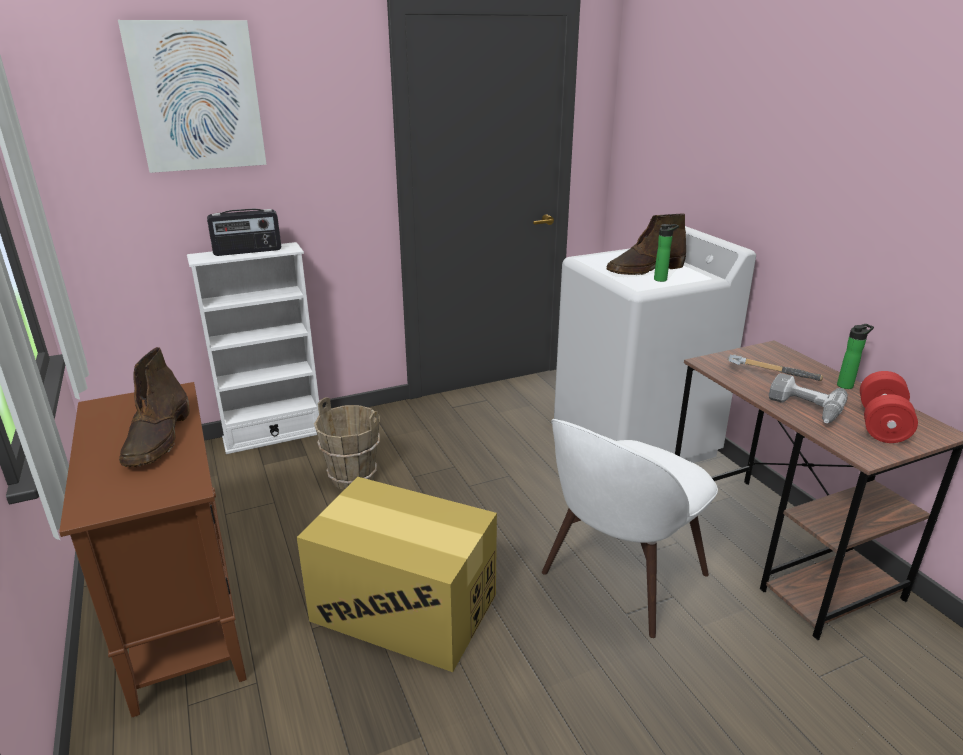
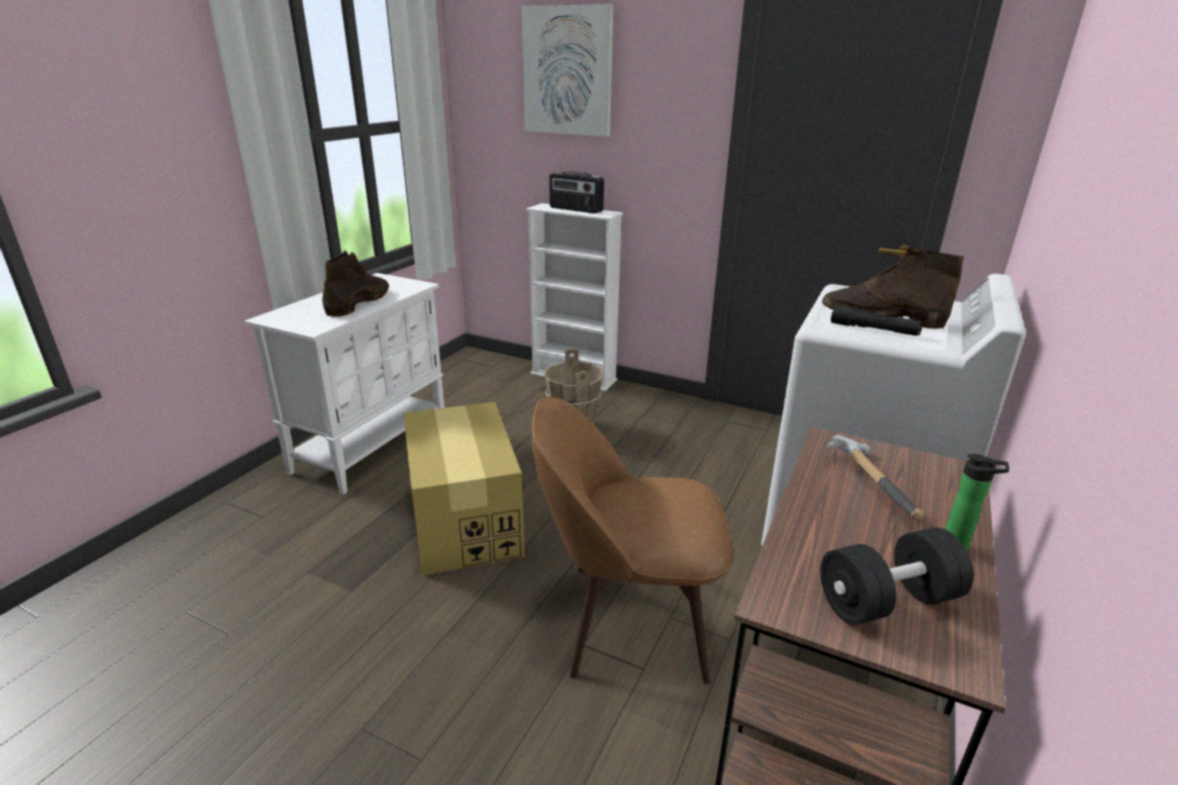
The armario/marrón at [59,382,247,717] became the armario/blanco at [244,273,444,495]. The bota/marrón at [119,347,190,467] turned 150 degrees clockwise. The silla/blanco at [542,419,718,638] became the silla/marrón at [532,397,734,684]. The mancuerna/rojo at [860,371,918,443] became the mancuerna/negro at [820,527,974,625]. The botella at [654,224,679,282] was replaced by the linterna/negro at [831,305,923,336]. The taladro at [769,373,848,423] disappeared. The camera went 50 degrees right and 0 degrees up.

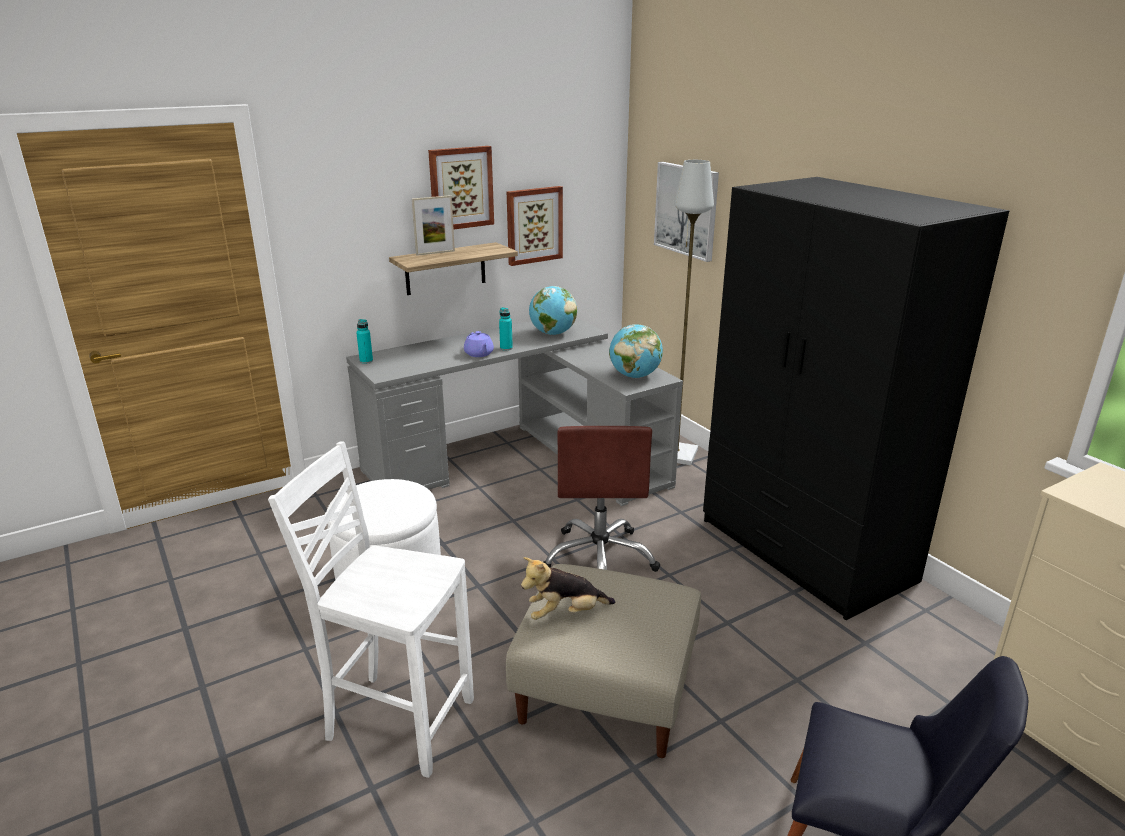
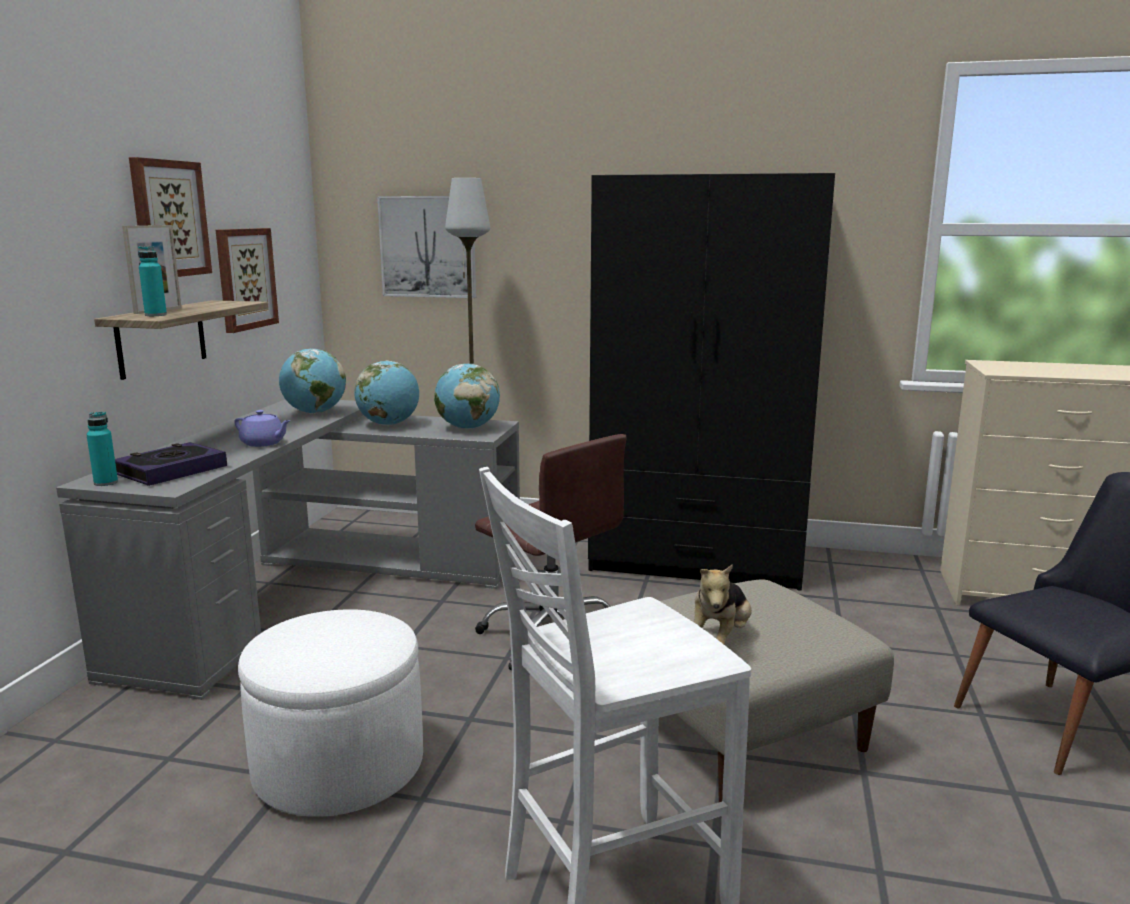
The libro at [115,442,227,486] appeared. The botella/turquesa moved from [499,307,513,351] to [138,246,167,316]. The globo terráqueo at [354,360,419,426] appeared. The camera went 45 degrees left and 10 degrees down.

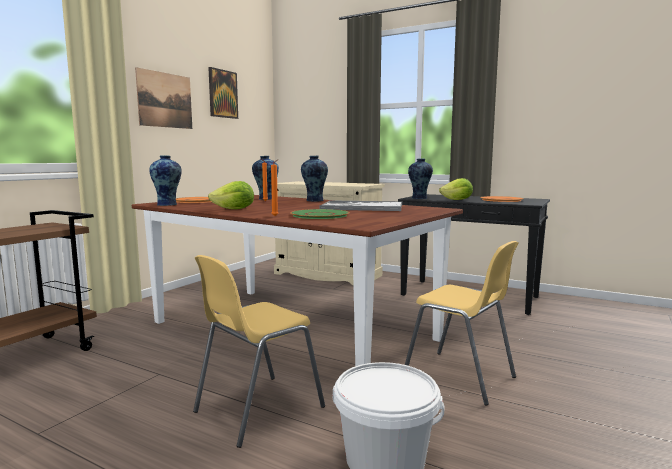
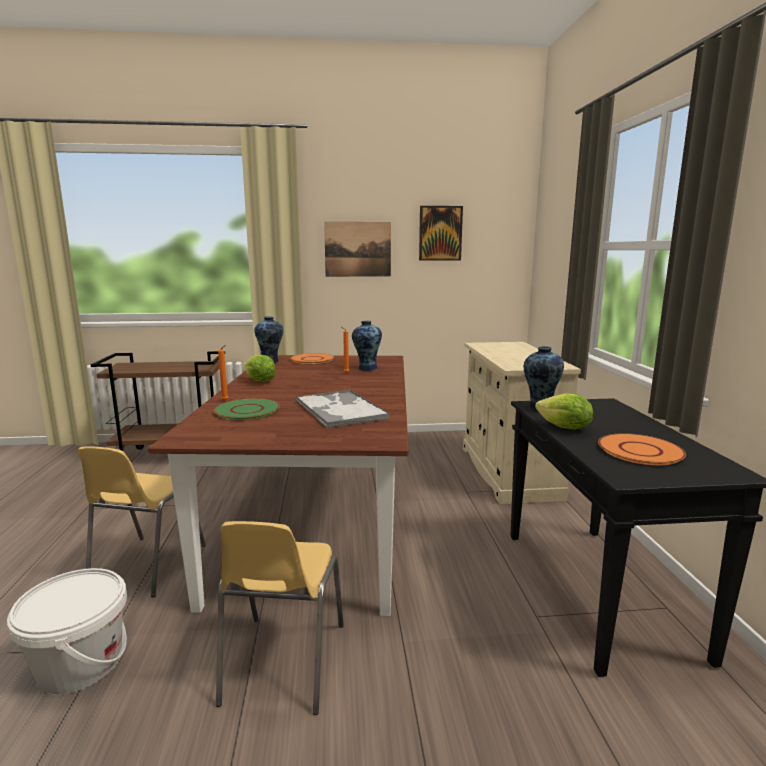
The silla/amarillo at [193,255,325,448] turned 90 degrees counterclockwise. The florero at [301,156,328,201] disappeared. The camera went 55 degrees right and 5 degrees up.

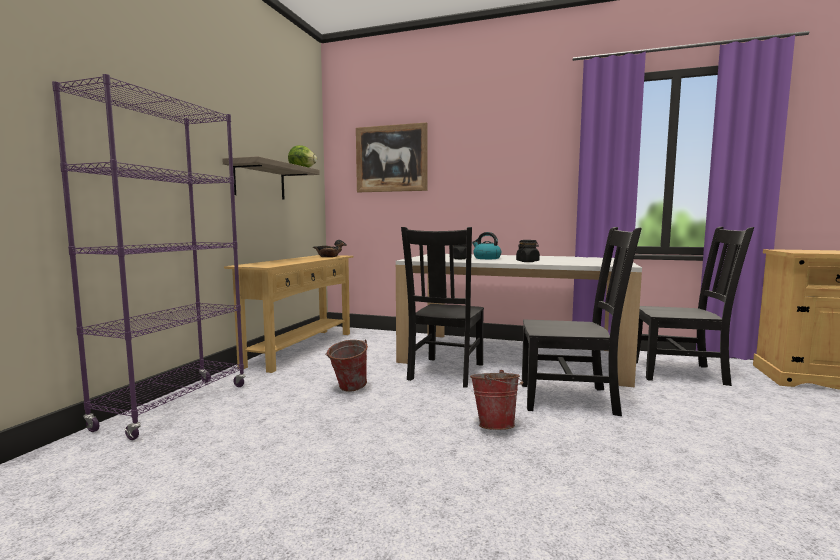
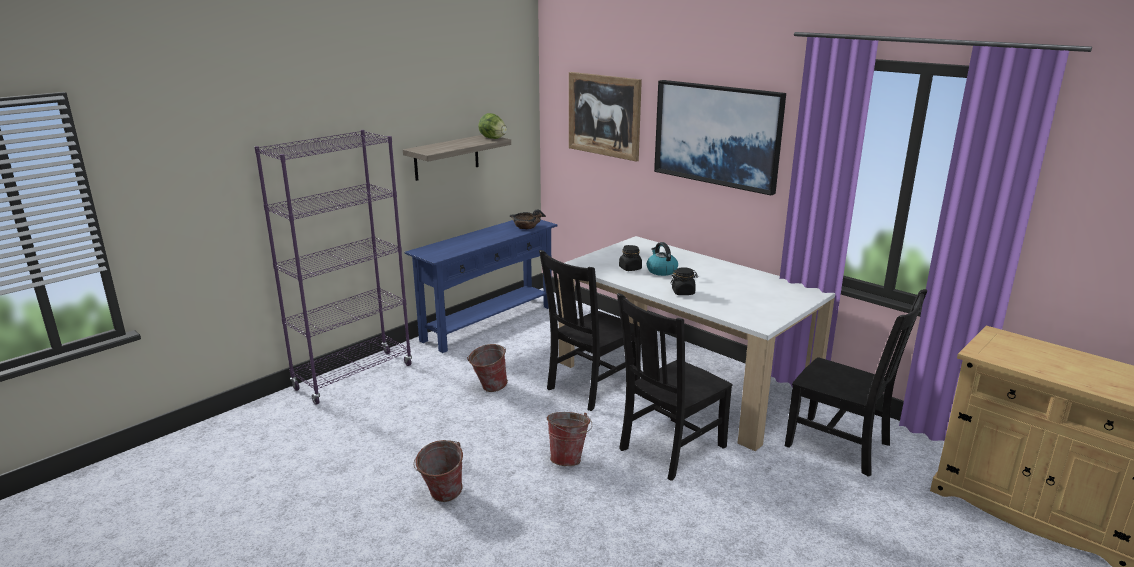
The mesa consola/beis at [224,255,354,373] became the mesa consola/azul at [404,220,558,353]. The cubo at [413,440,463,502] appeared. The silla/negro at [522,227,642,416] turned 105 degrees clockwise. The cuadro at [654,80,786,195] appeared. The camera went 25 degrees right and 15 degrees up.

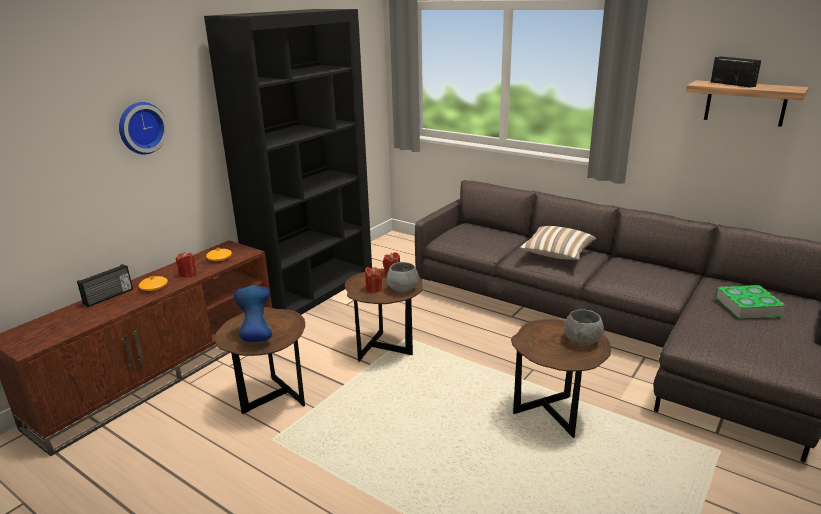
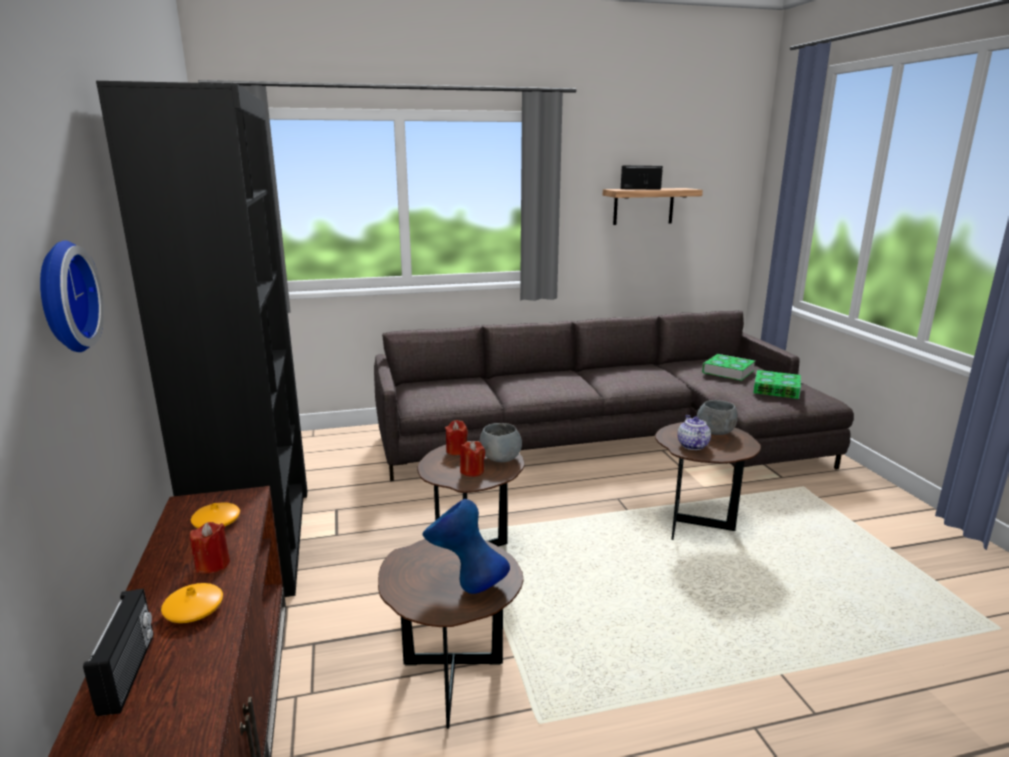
The tetera at [678,415,711,450] appeared. The libro at [753,370,801,399] appeared. The cojín at [520,226,596,260] disappeared. The camera went 50 degrees left and 5 degrees down.

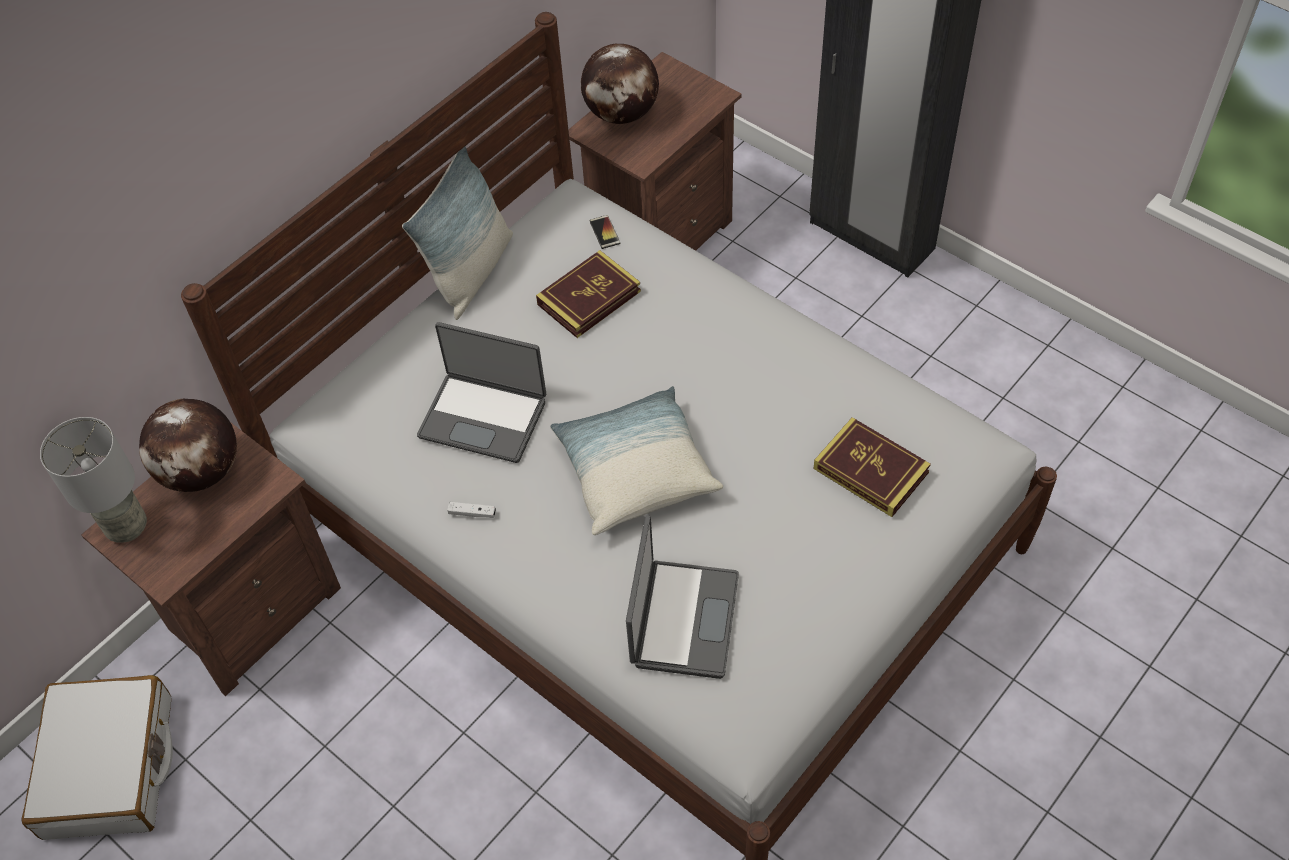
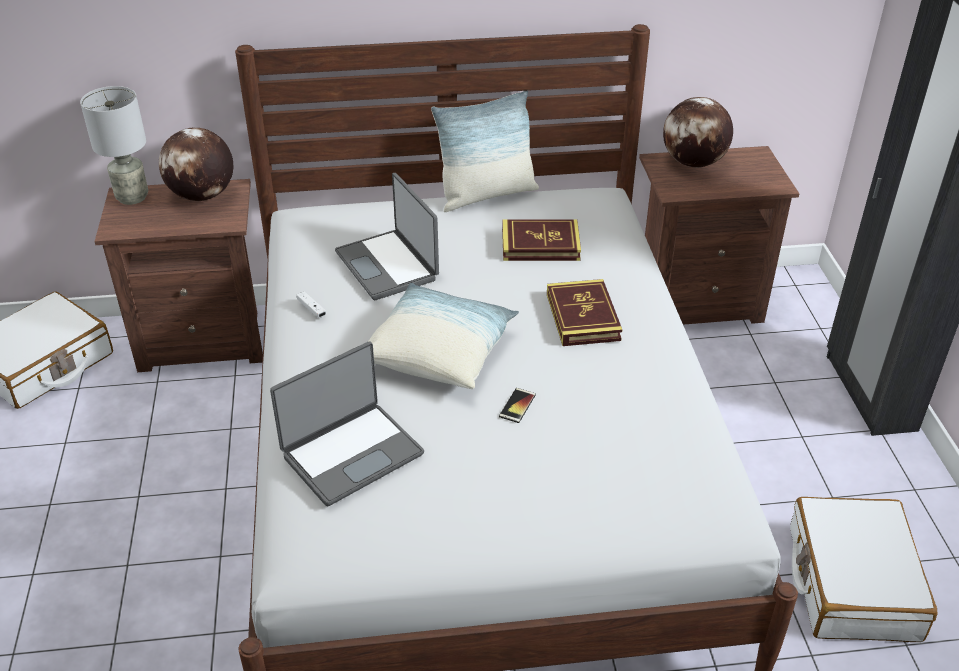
The móvil moved from [589,215,620,249] to [499,388,536,423]. The libro moved from [813,417,931,517] to [547,279,622,346]. The maleta/blanco at [790,497,937,642] appeared. The camera went 40 degrees right and 15 degrees down.

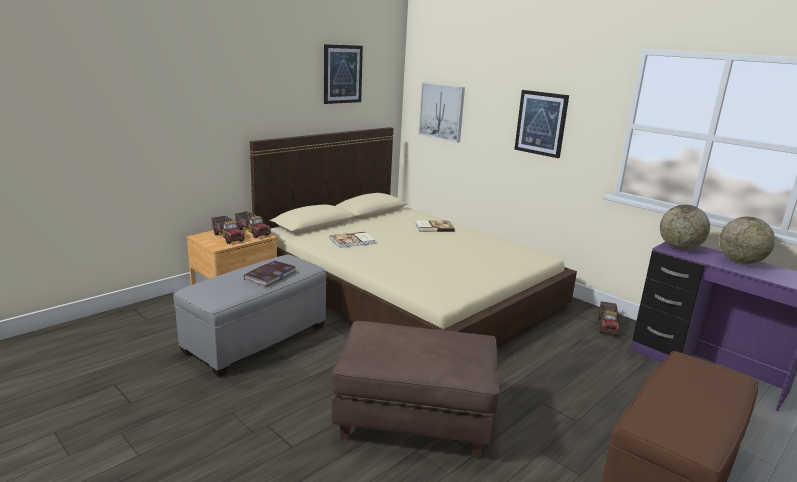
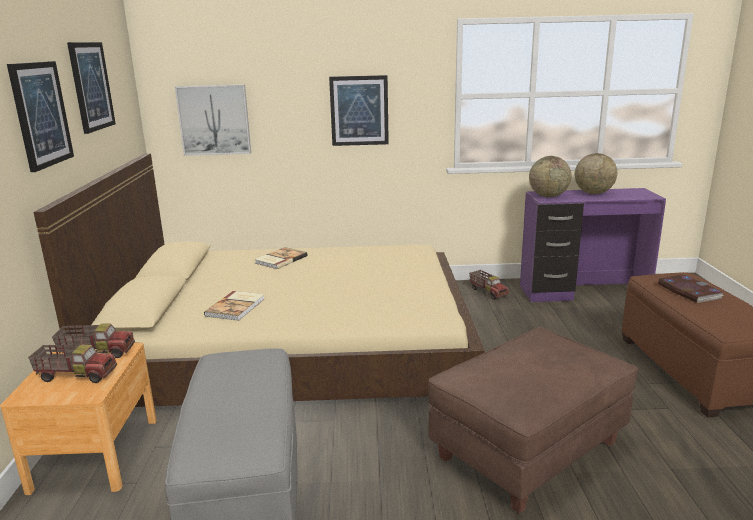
The cuadro at [7,61,74,172] appeared. The libro moved from [244,261,296,287] to [658,274,724,303]. The camera went 45 degrees left and 0 degrees up.

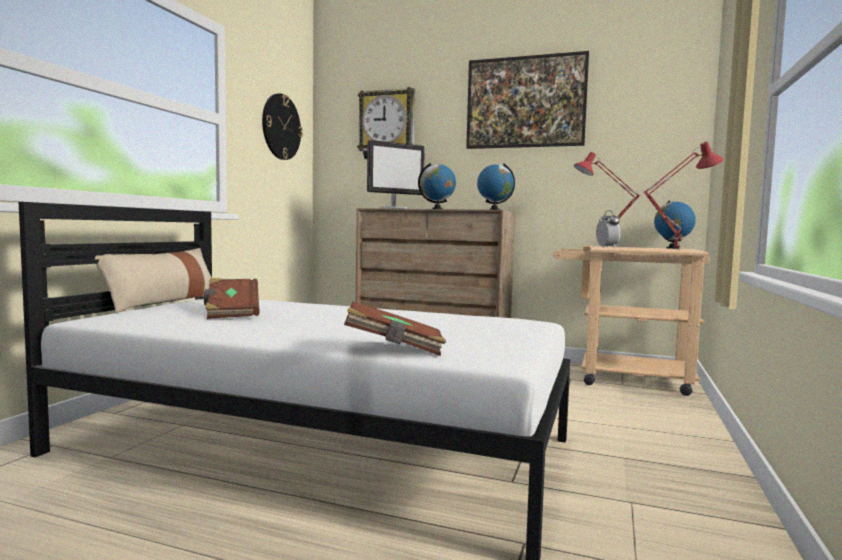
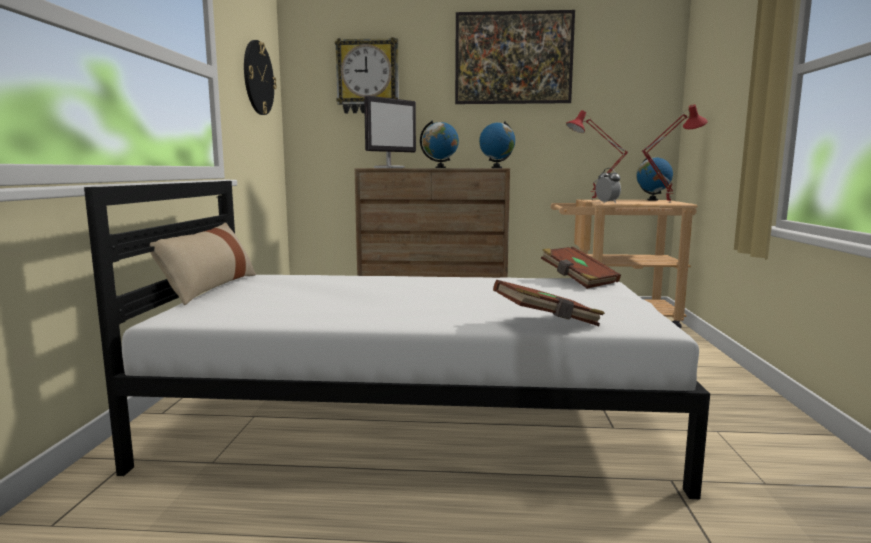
The libro/marrón moved from [204,278,259,319] to [541,247,621,289]. The camera went 15 degrees left and 5 degrees up.

